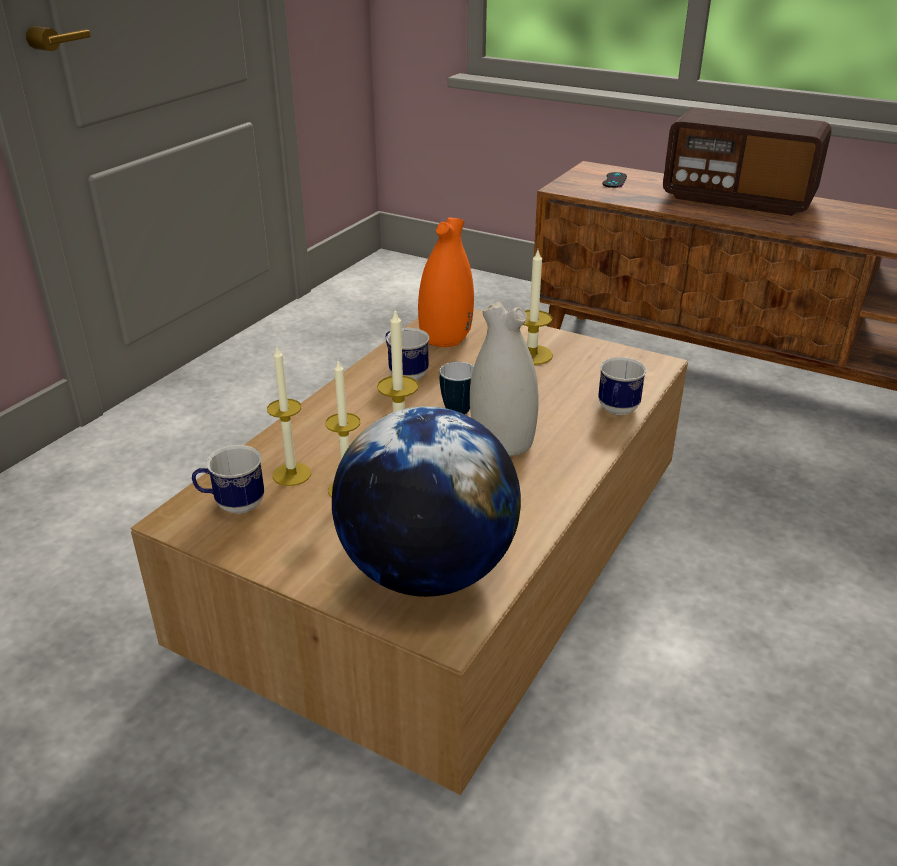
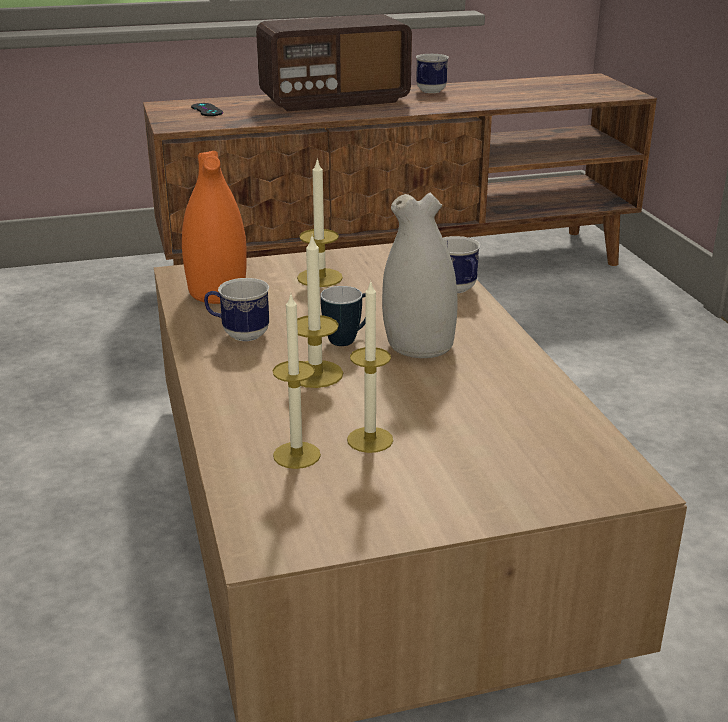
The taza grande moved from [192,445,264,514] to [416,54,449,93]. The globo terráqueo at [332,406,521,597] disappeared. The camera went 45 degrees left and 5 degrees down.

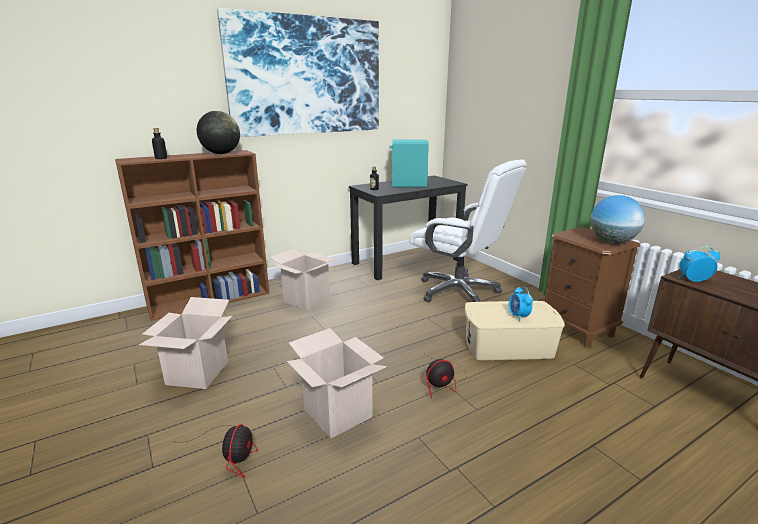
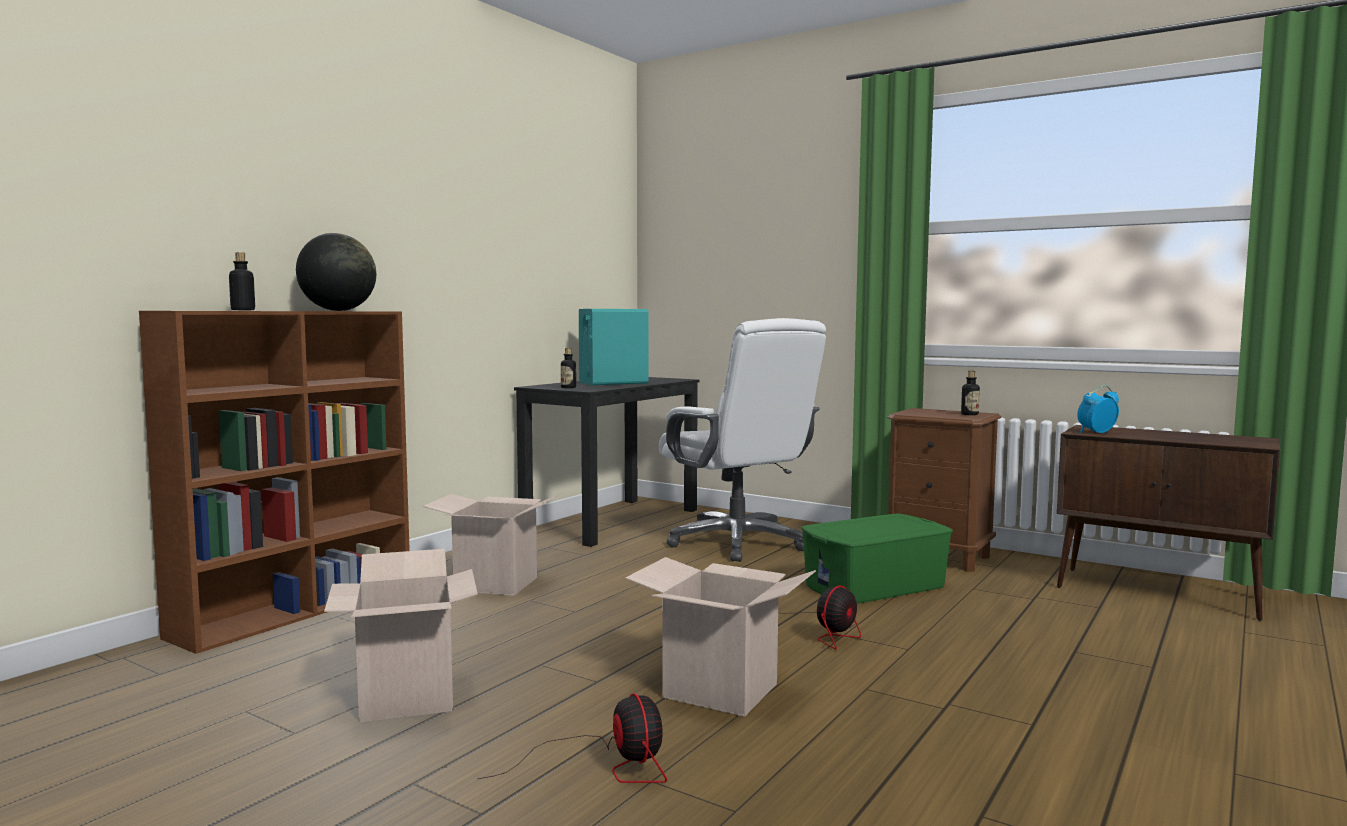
The silla de oficina/blanco at [409,159,527,302] turned 45 degrees clockwise. The caja de almacenaje/beis at [465,301,565,360] became the caja de almacenaje/verde at [801,514,953,604]. The globo terráqueo at [590,195,645,243] was replaced by the botella at [961,371,980,415]. The cuadro at [217,8,379,137] disappeared. The despertador at [509,287,533,321] disappeared. The camera went 25 degrees left and 15 degrees down.

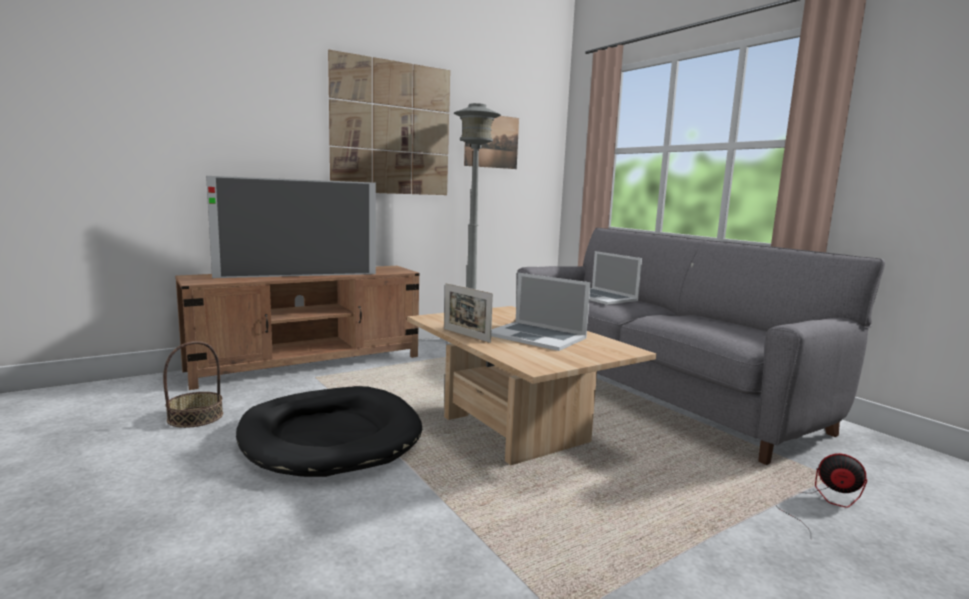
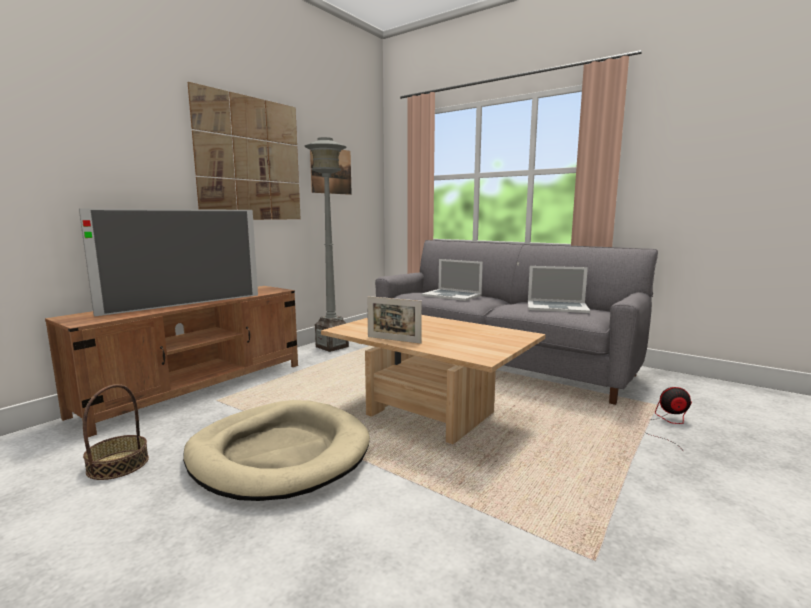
The cama para perro/negro at [236,386,422,477] became the cama para perro/beis at [183,400,370,501]. The portátil moved from [491,273,591,351] to [528,266,590,313]. The camera went 20 degrees left and 0 degrees up.

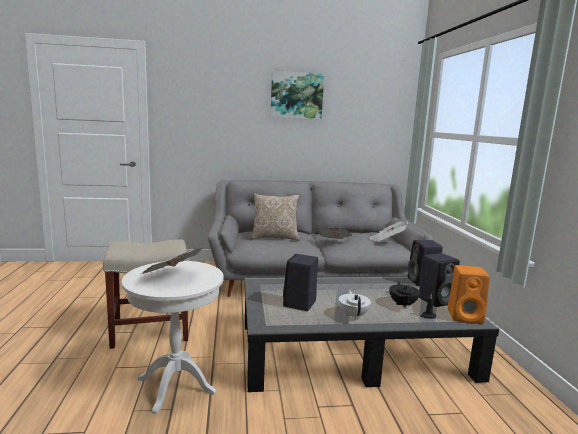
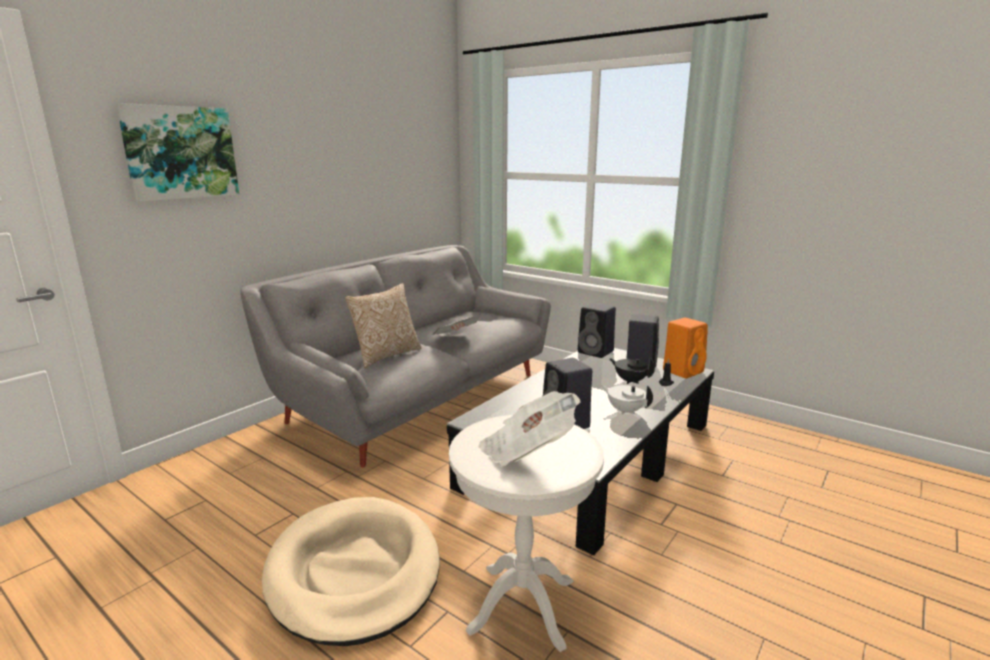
The cuadro moved from [270,71,324,120] to [116,103,239,202]. The taburete/beis at [103,239,188,349] was replaced by the cama para perro/beis at [262,497,440,646]. The periódico at [369,221,409,242] disappeared. The camera went 45 degrees left and 5 degrees up.

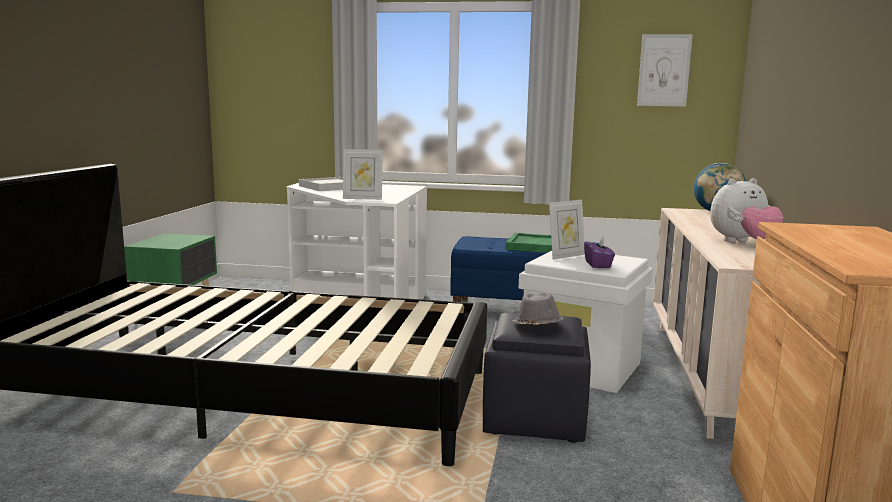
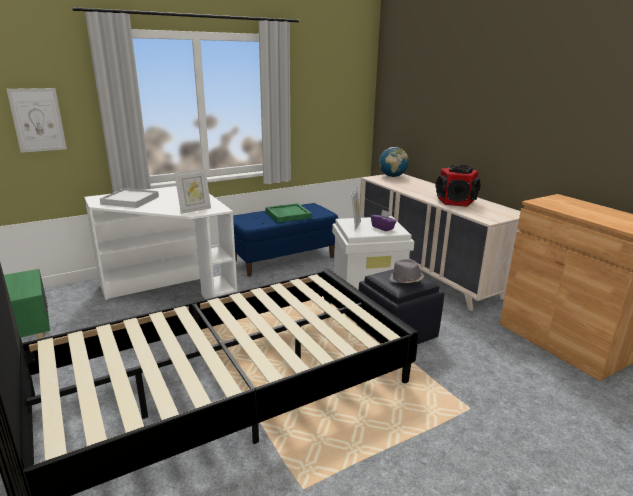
The cuadro moved from [637,34,693,107] to [7,88,67,153]. The peluche at [710,178,784,242] was replaced by the altavoz at [436,165,481,207]. The camera went 40 degrees left and 10 degrees up.

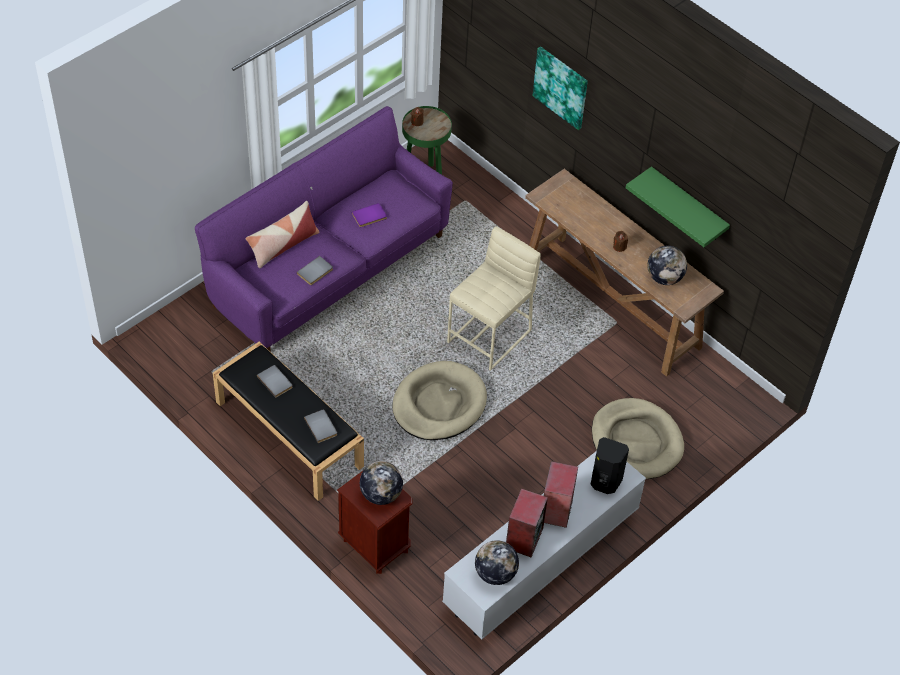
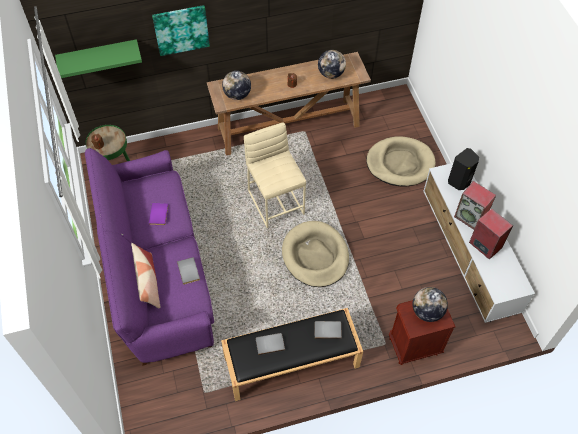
The estante/verde moved from [626,166,730,247] to [55,39,142,78]. The globo terráqueo moved from [475,540,519,585] to [222,71,251,100]. The camera went 60 degrees left and 5 degrees up.

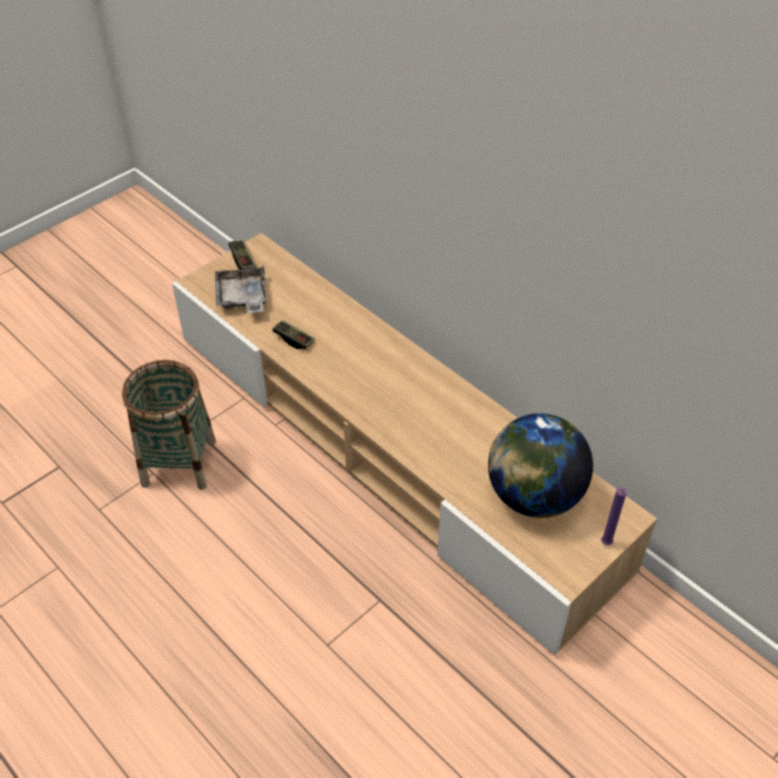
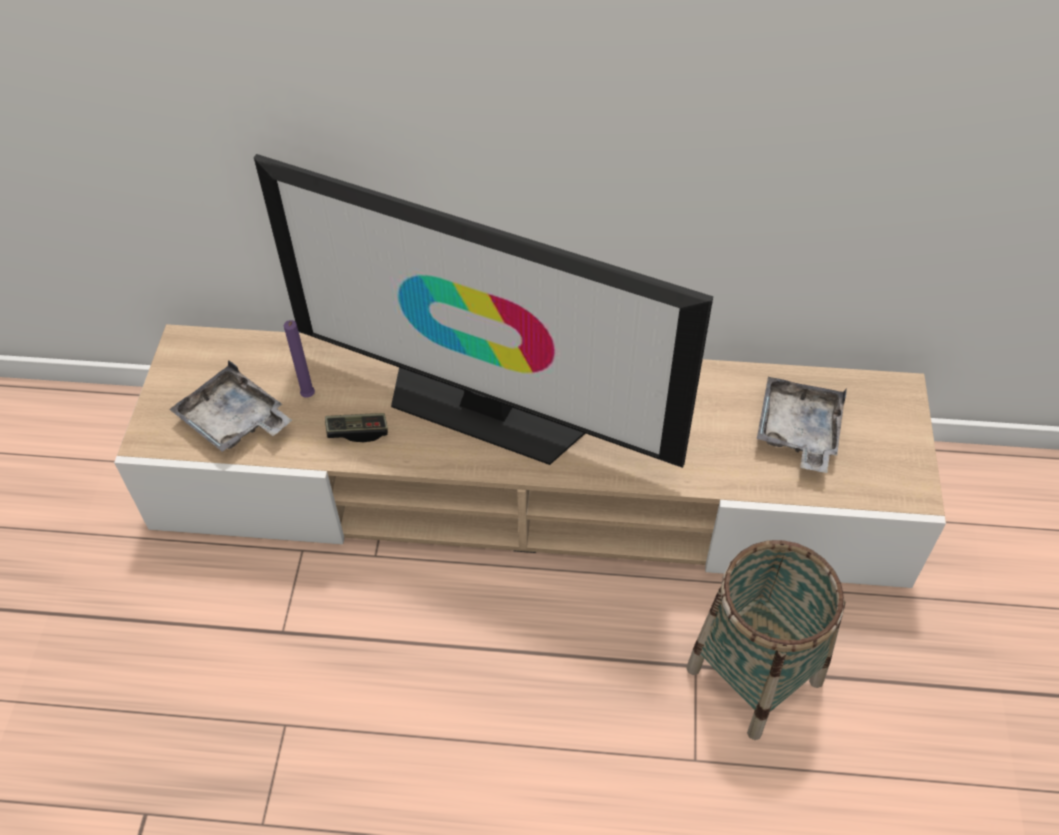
The televisor at [254,154,713,468] appeared. The vela/morado moved from [601,488,627,545] to [284,320,315,398]. The cesta moved from [122,360,216,490] to [686,540,846,740]. The globo terráqueo at [488,413,593,518] was replaced by the bandeja/gris at [757,377,847,473]. The mando de consola at [229,240,257,270] disappeared. The camera went 40 degrees left and 5 degrees up.

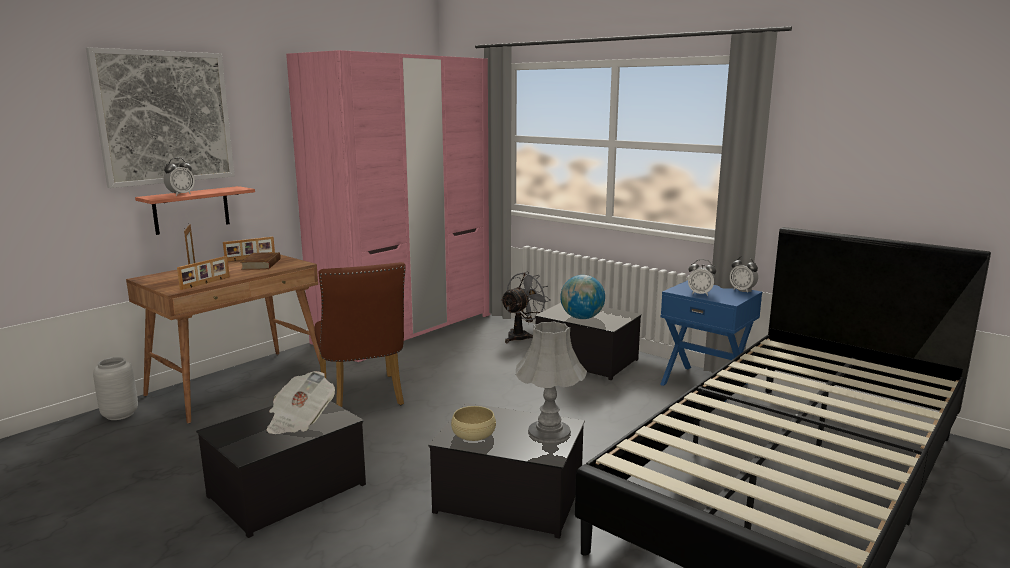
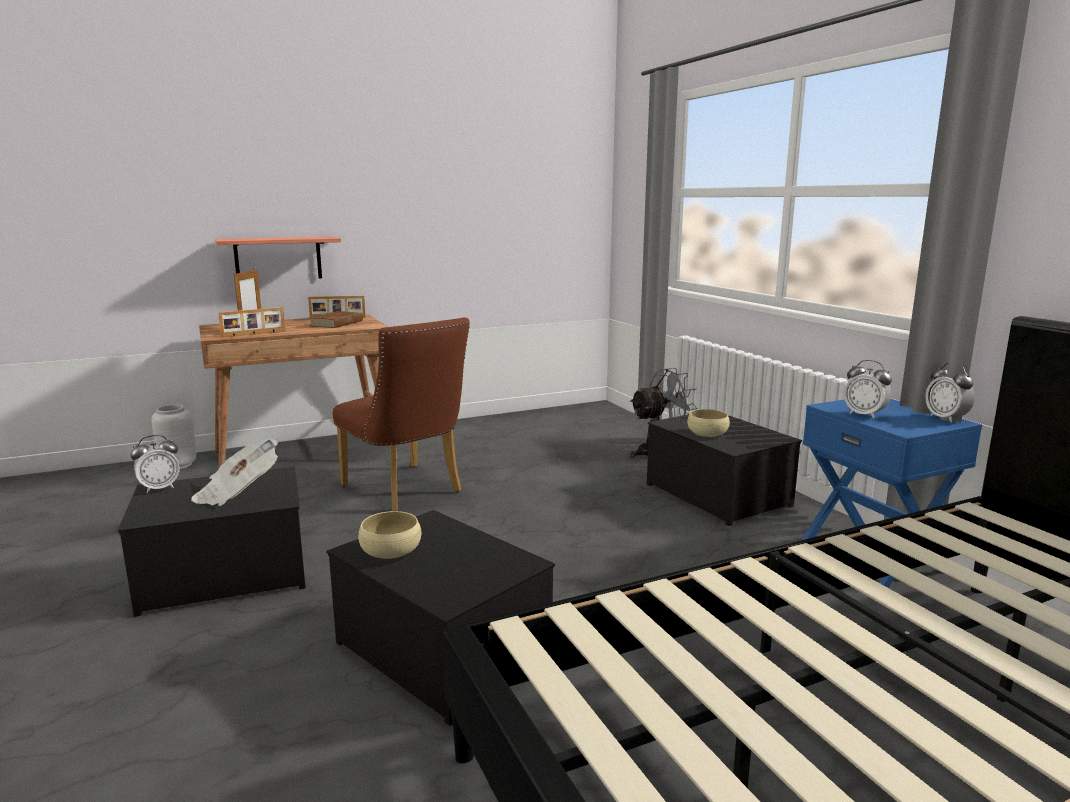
The despertador moved from [164,158,195,196] to [131,435,179,493]. The silla/marrón at [314,262,406,407] turned 45 degrees counterclockwise. The globo terráqueo at [560,275,605,319] was replaced by the cuenco/beis at [687,409,730,437]. The cuadro at [86,47,235,188] disappeared. The armario ropero/rosa at [286,50,491,362] disappeared. The lámpara de mesa/gris at [515,321,587,443] disappeared. The camera went 25 degrees right and 0 degrees up.

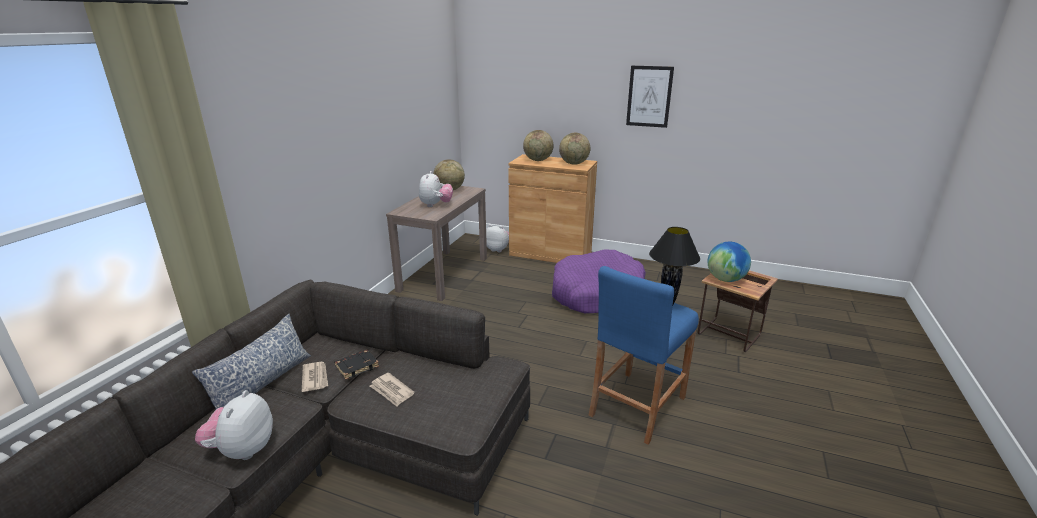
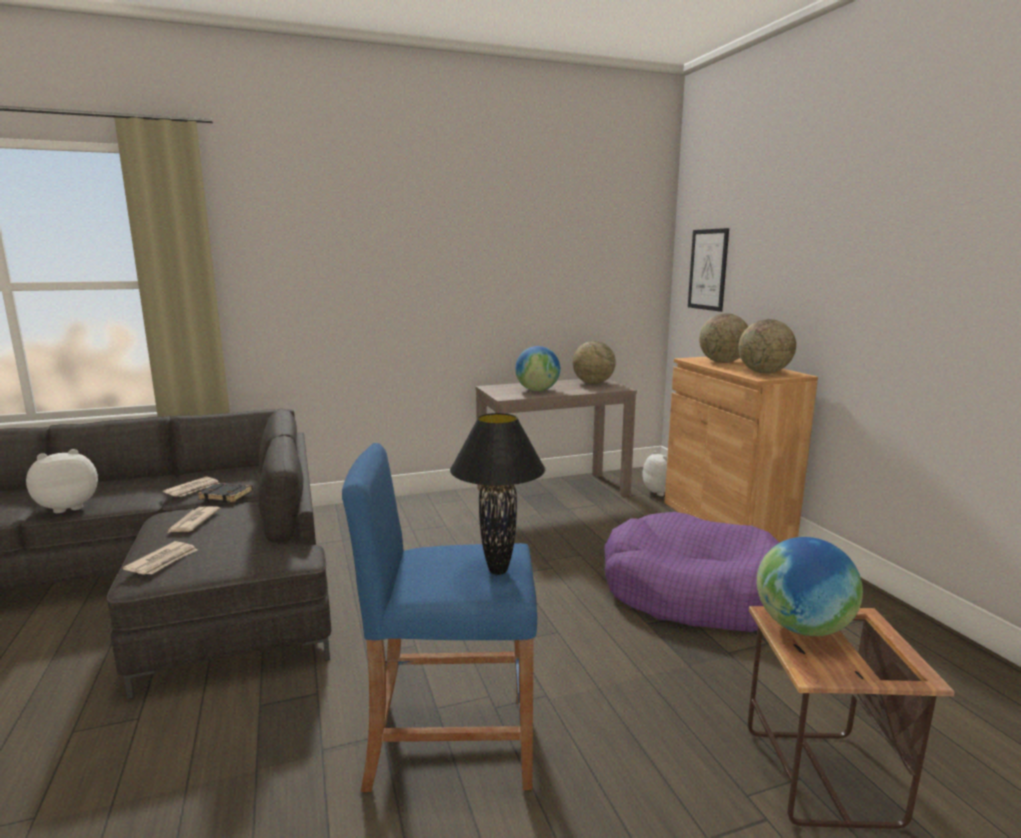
The periódico at [123,541,197,575] appeared. The peluche at [419,171,453,207] was replaced by the globo terráqueo at [515,346,560,391]. The cuadro moved from [626,66,674,128] to [688,228,729,312]. The cojín at [192,314,311,410] disappeared. The camera went 50 degrees right and 10 degrees down.

